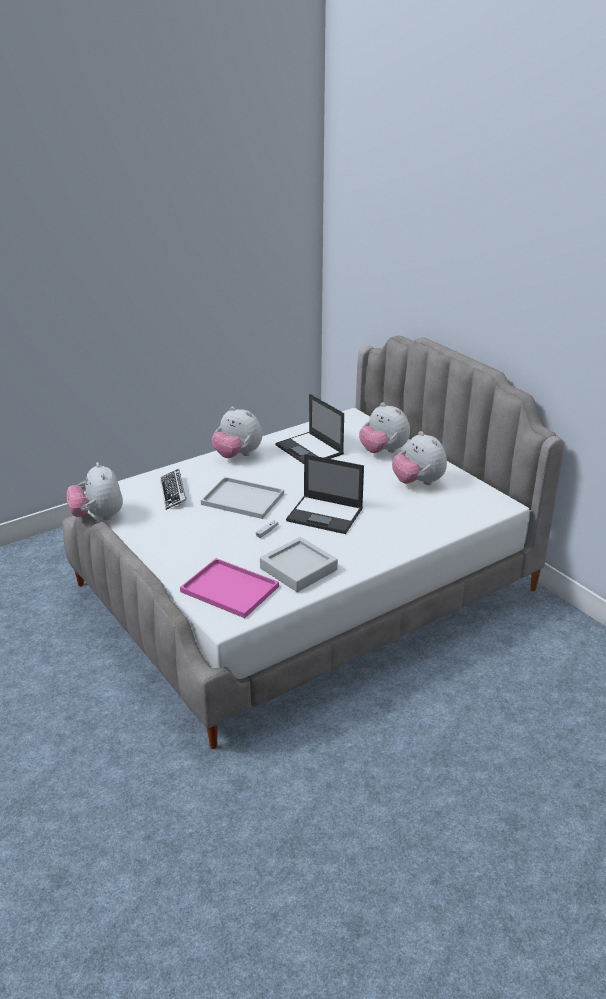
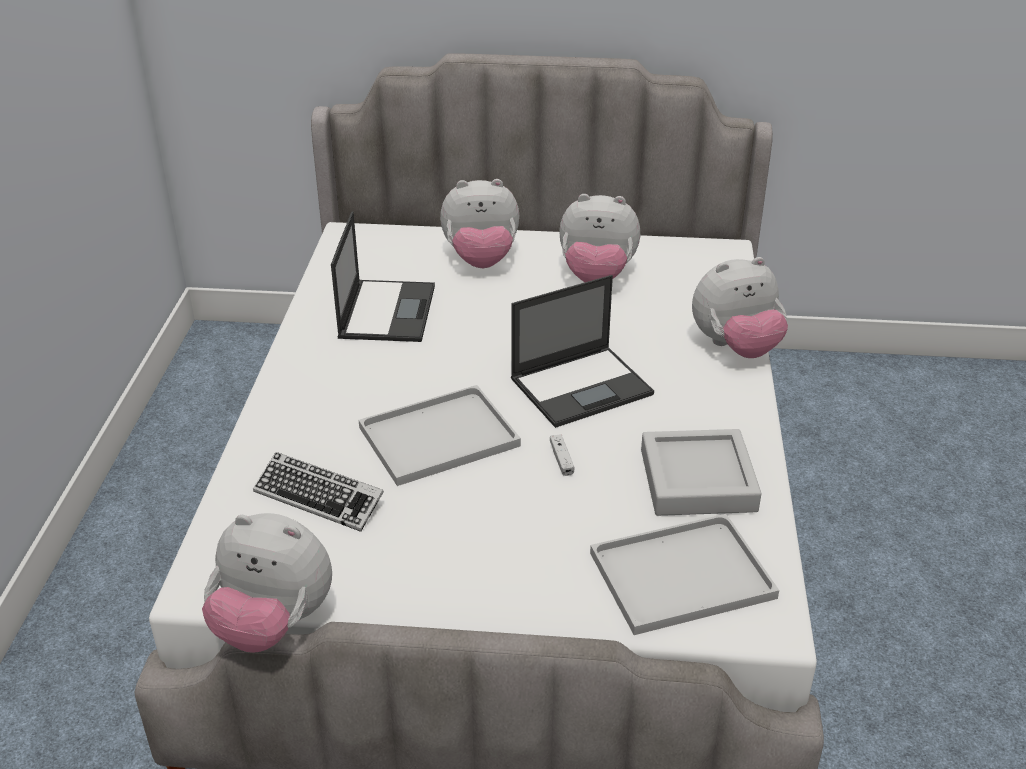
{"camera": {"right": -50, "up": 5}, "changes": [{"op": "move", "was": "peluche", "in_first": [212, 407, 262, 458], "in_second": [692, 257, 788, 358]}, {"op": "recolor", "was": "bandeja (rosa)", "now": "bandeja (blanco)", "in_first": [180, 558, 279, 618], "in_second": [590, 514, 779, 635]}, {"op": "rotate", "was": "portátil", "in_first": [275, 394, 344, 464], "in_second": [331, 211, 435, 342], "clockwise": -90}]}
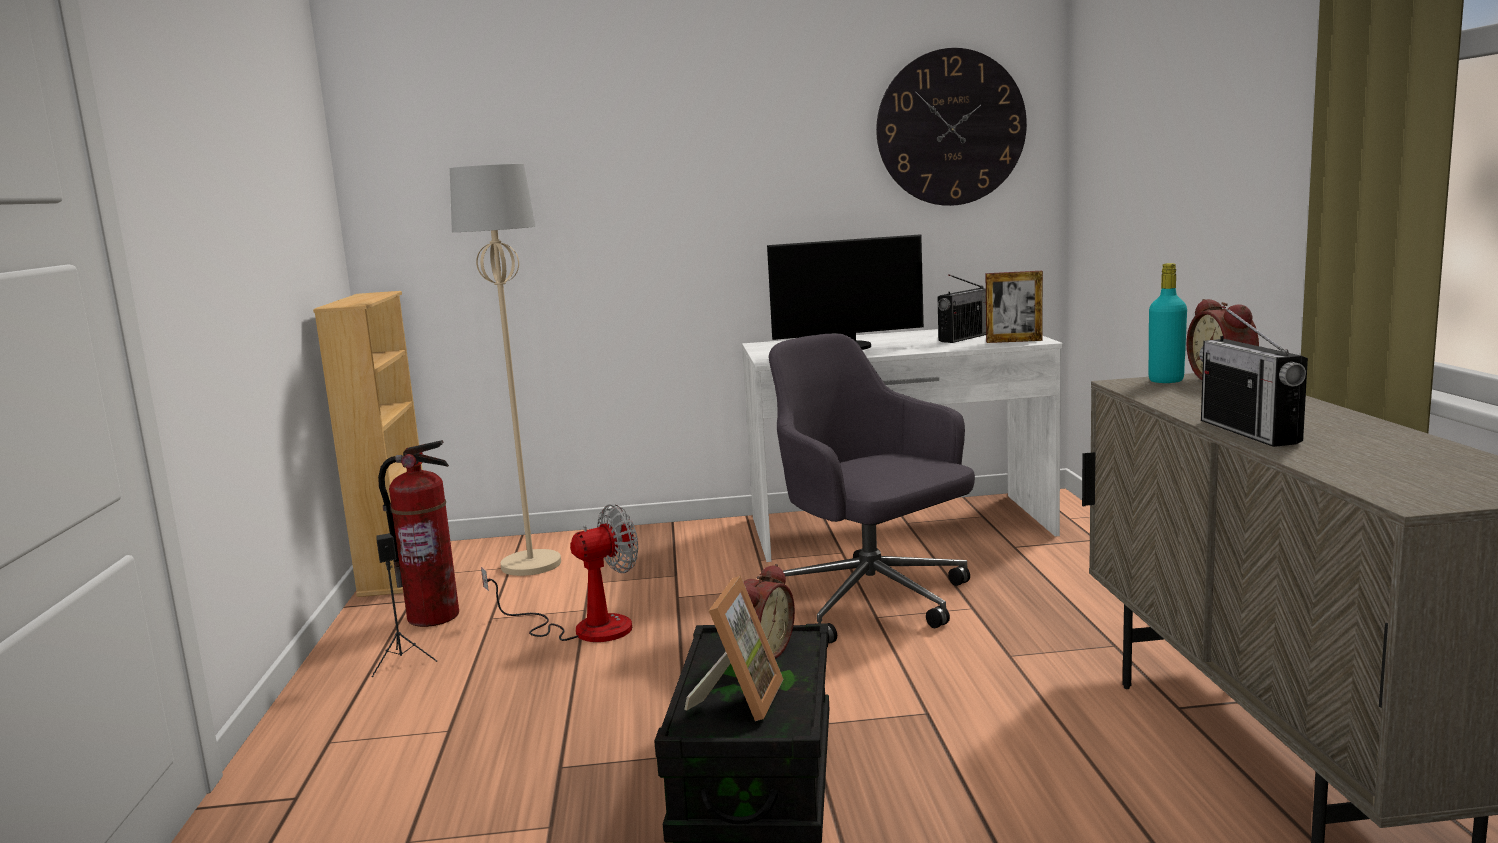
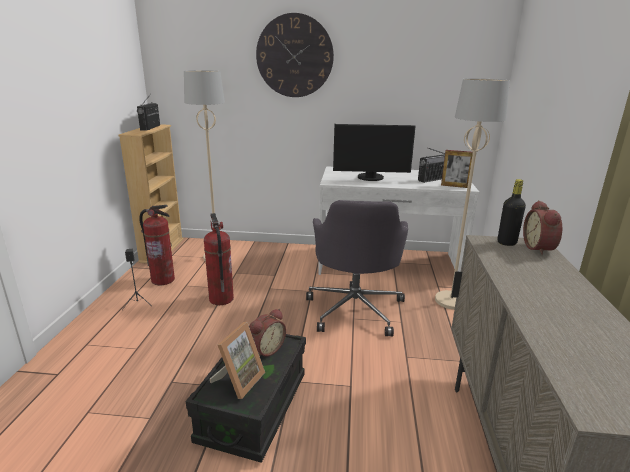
{"camera": {"right": 10, "up": 10}, "changes": [{"op": "insert", "now": "lámpara de pie (beis)", "in_second": [435, 79, 510, 310]}, {"op": "move", "was": "reloj de pared", "in_first": [876, 48, 1027, 206], "in_second": [256, 13, 334, 97]}, {"op": "move", "was": "radio", "in_first": [1199, 306, 1308, 447], "in_second": [137, 95, 160, 131]}, {"op": "replace", "was": "ventilador", "now": "extintor", "in_first": [481, 504, 638, 642], "in_second": [204, 213, 234, 305]}, {"op": "recolor", "was": "botella (turquesa)", "now": "botella (negro)", "in_first": [1149, 263, 1187, 383], "in_second": [497, 179, 526, 246]}, {"op": "rotate", "was": "silla de oficina (gris)", "in_first": [769, 334, 975, 643], "in_second": [306, 200, 408, 337], "clockwise": -150}]}
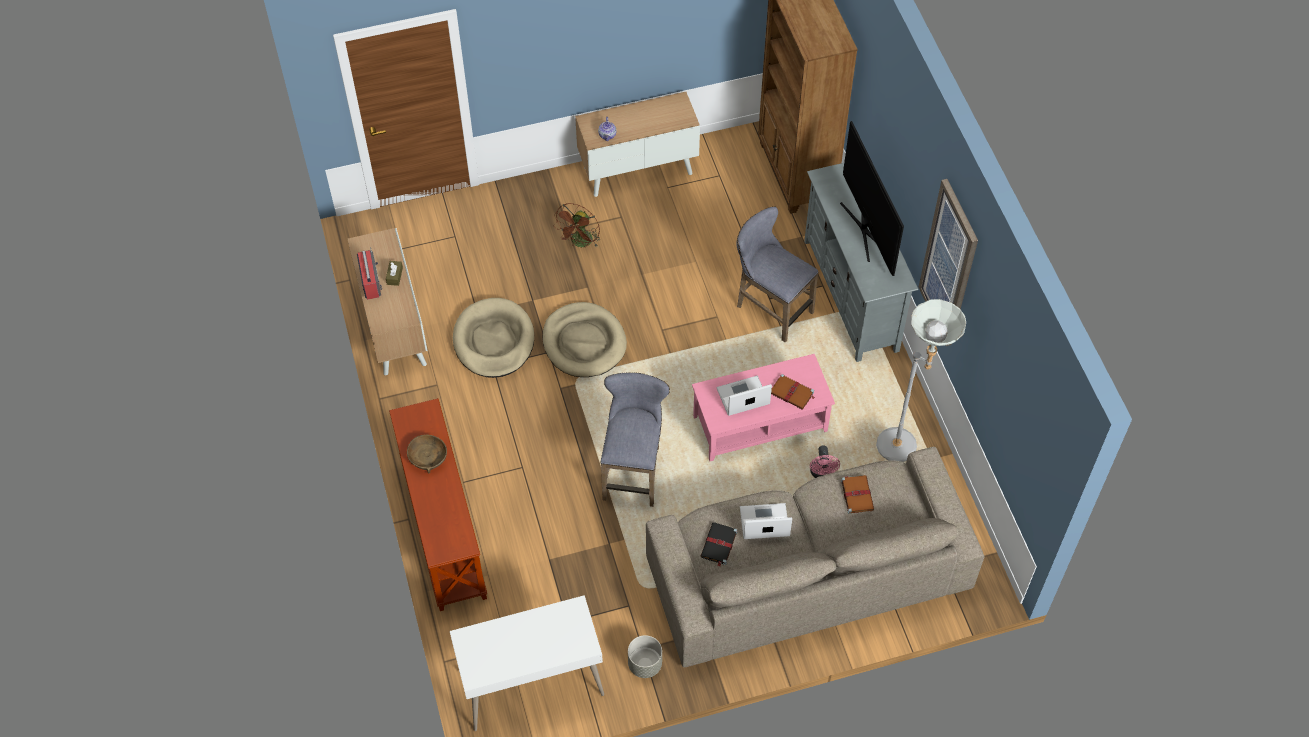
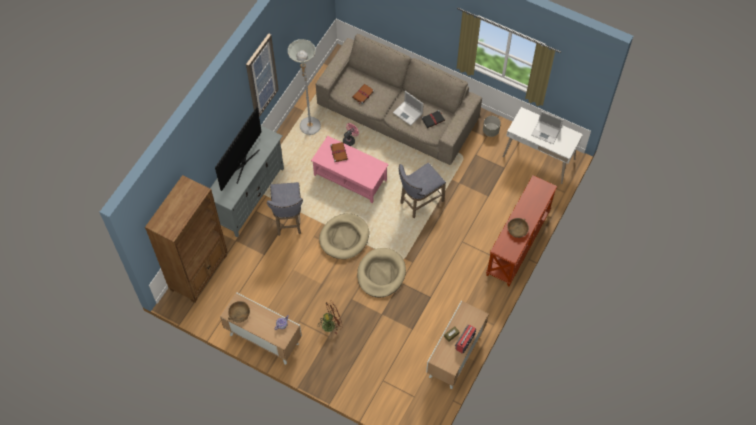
{"camera": {"right": -135, "up": 5}, "changes": [{"op": "insert", "now": "cuenco (marrón)", "in_second": [228, 301, 250, 323]}, {"op": "move", "was": "cama para perro (beis)", "in_first": [453, 298, 534, 378], "in_second": [319, 213, 369, 259]}, {"op": "move", "was": "portátil", "in_first": [717, 376, 772, 416], "in_second": [532, 111, 563, 144]}]}
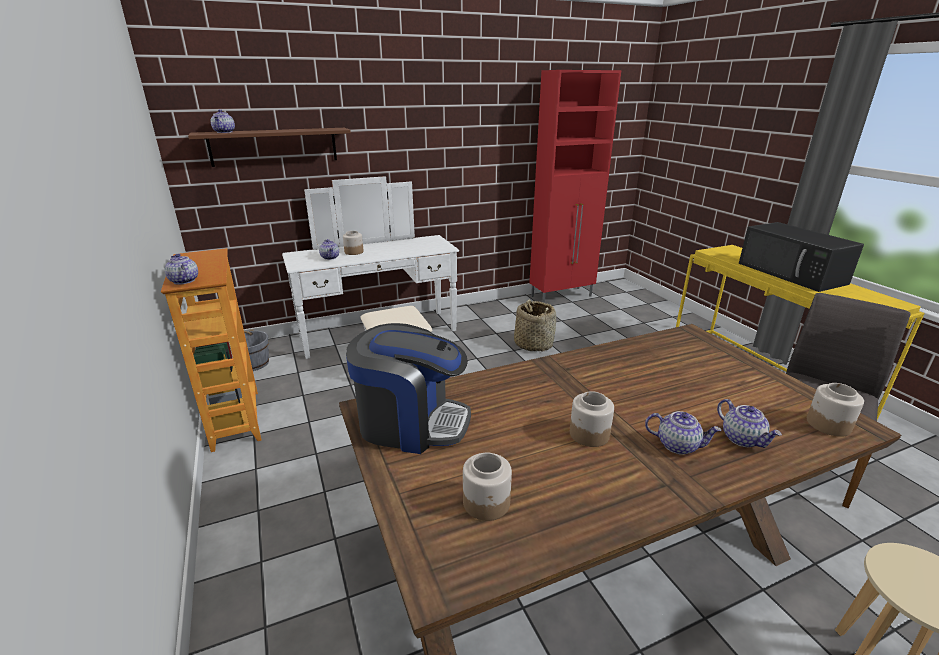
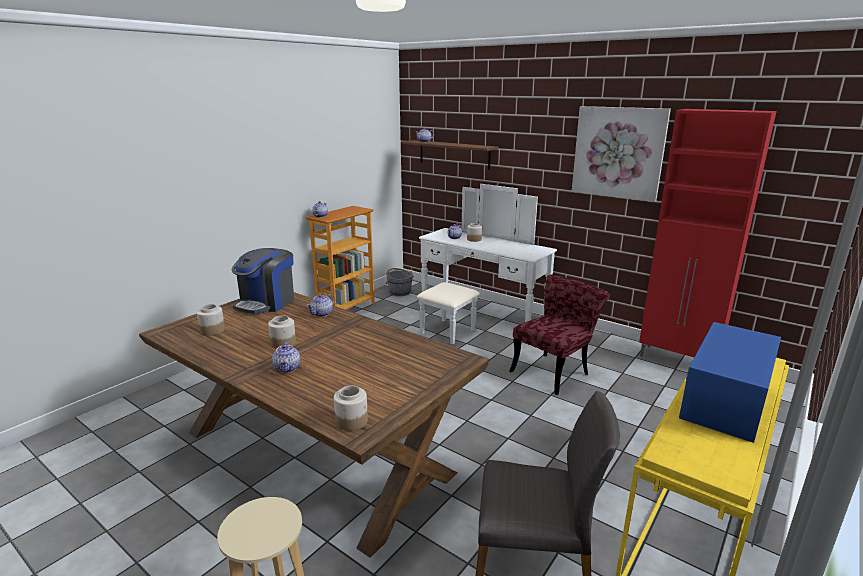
{"camera": {"right": 60, "up": -5}, "changes": [{"op": "insert", "now": "cuadro", "in_second": [571, 106, 671, 202]}, {"op": "move", "was": "tetera", "in_first": [717, 399, 782, 448], "in_second": [307, 293, 335, 317]}, {"op": "replace", "was": "cesta", "now": "silla (rojo)", "in_first": [514, 300, 556, 352], "in_second": [509, 275, 610, 395]}, {"op": "recolor", "was": "microondas (negro)", "now": "microondas (azul)", "in_first": [739, 222, 864, 292], "in_second": [679, 322, 781, 443]}, {"op": "rotate", "was": "cafetera", "in_first": [346, 323, 471, 454], "in_second": [231, 248, 294, 315], "clockwise": 45}]}
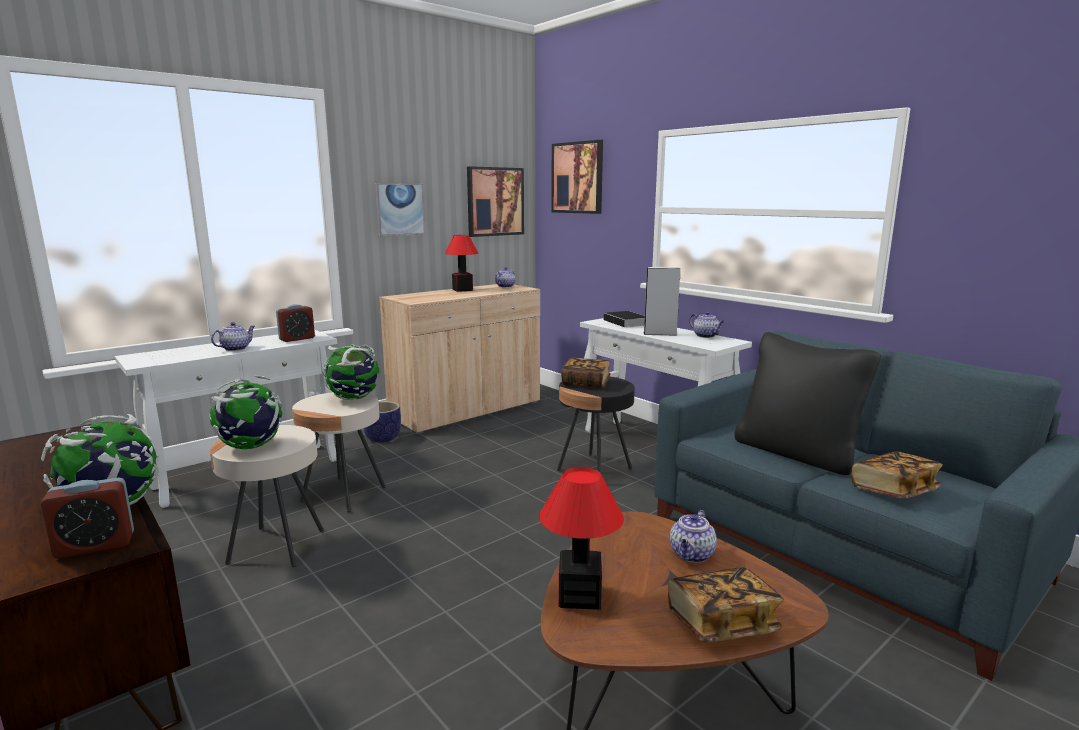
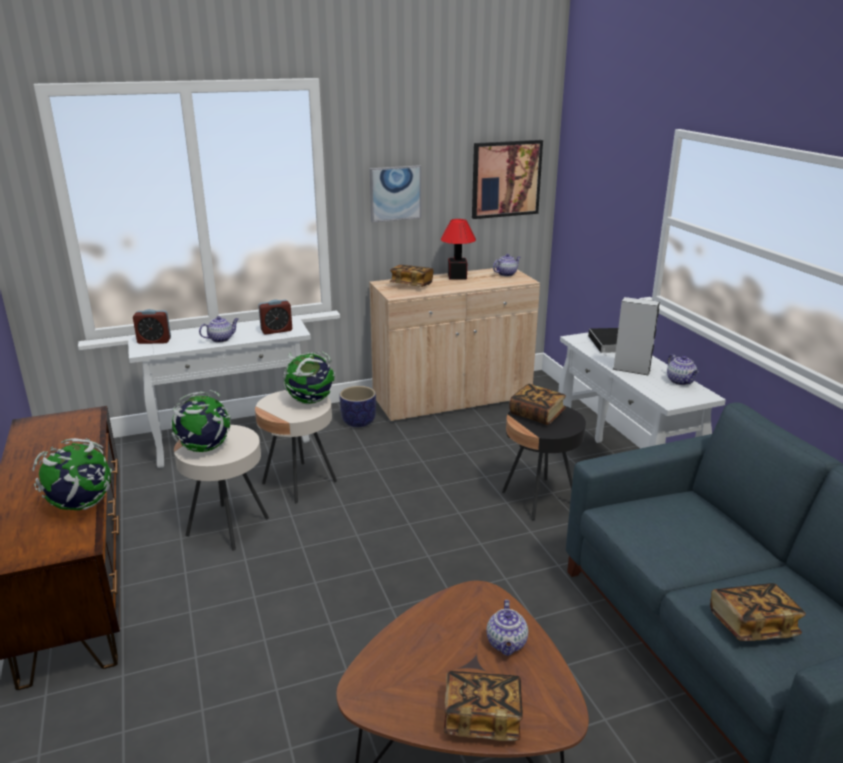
{"camera": {"right": 20, "up": 10}, "changes": [{"op": "delete", "was": "lámpara de mesa", "in_first": [539, 467, 624, 610]}, {"op": "delete", "was": "cuadro", "in_first": [551, 140, 603, 214]}, {"op": "delete", "was": "cojín (negro)", "in_first": [734, 332, 881, 475]}, {"op": "insert", "now": "libro", "in_second": [390, 265, 433, 287]}, {"op": "move", "was": "despertador", "in_first": [40, 477, 134, 558], "in_second": [133, 309, 171, 344]}, {"op": "rotate", "was": "tetera", "in_first": [670, 510, 717, 563], "in_second": [486, 600, 528, 656], "clockwise": -45}]}
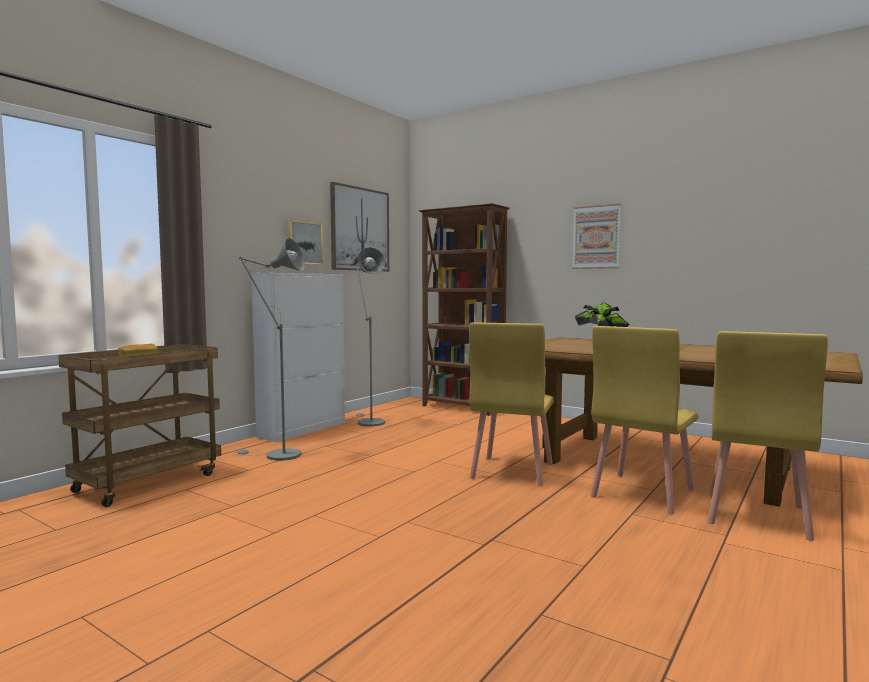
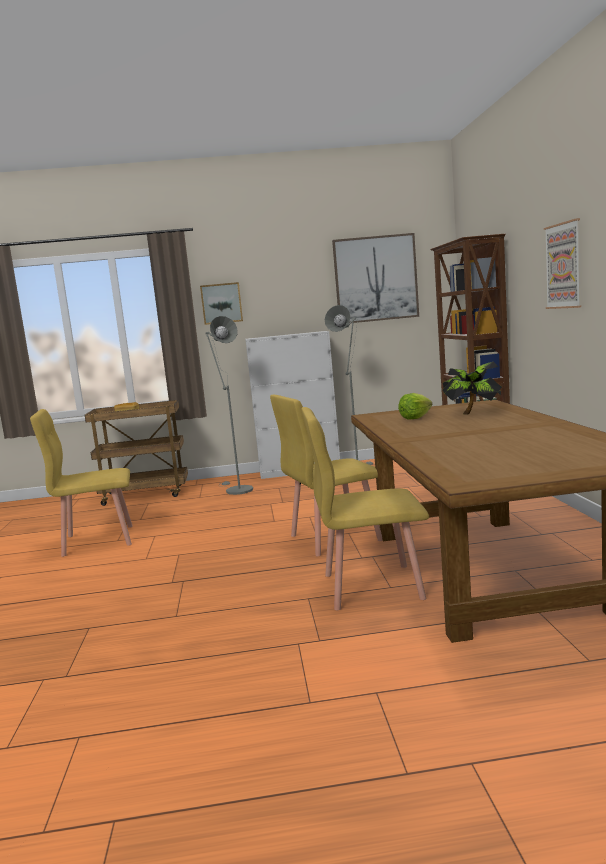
{"camera": {"right": 50, "up": 5}, "changes": [{"op": "insert", "now": "lechuga", "in_second": [398, 393, 432, 420]}, {"op": "move", "was": "cuadro", "in_first": [287, 220, 323, 265], "in_second": [200, 282, 243, 325]}, {"op": "move", "was": "silla (amarillo)", "in_first": [707, 331, 828, 541], "in_second": [30, 409, 133, 557]}]}
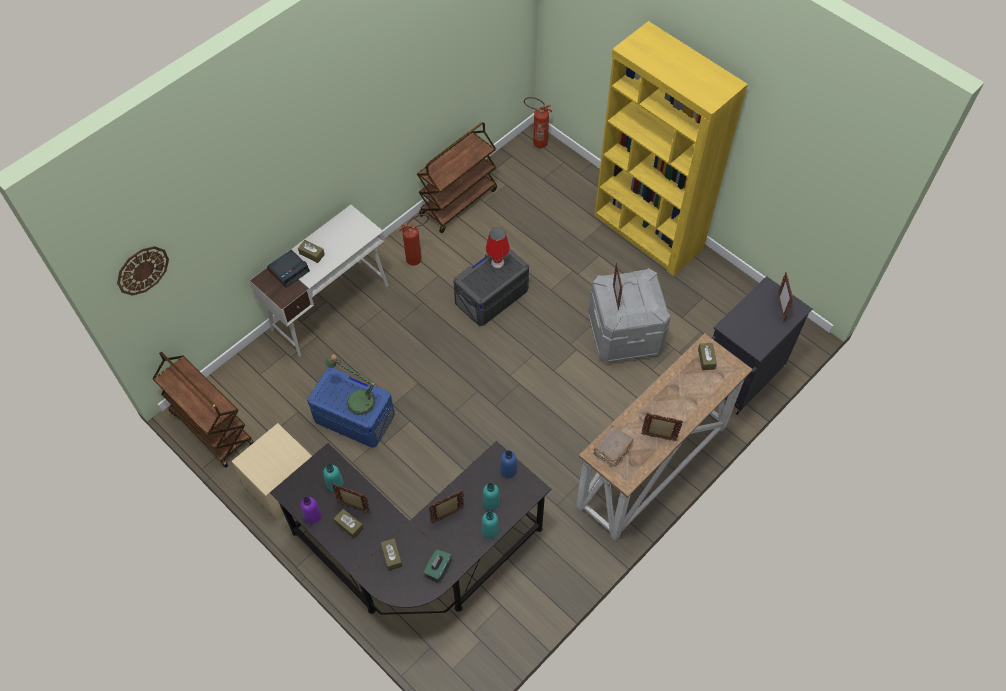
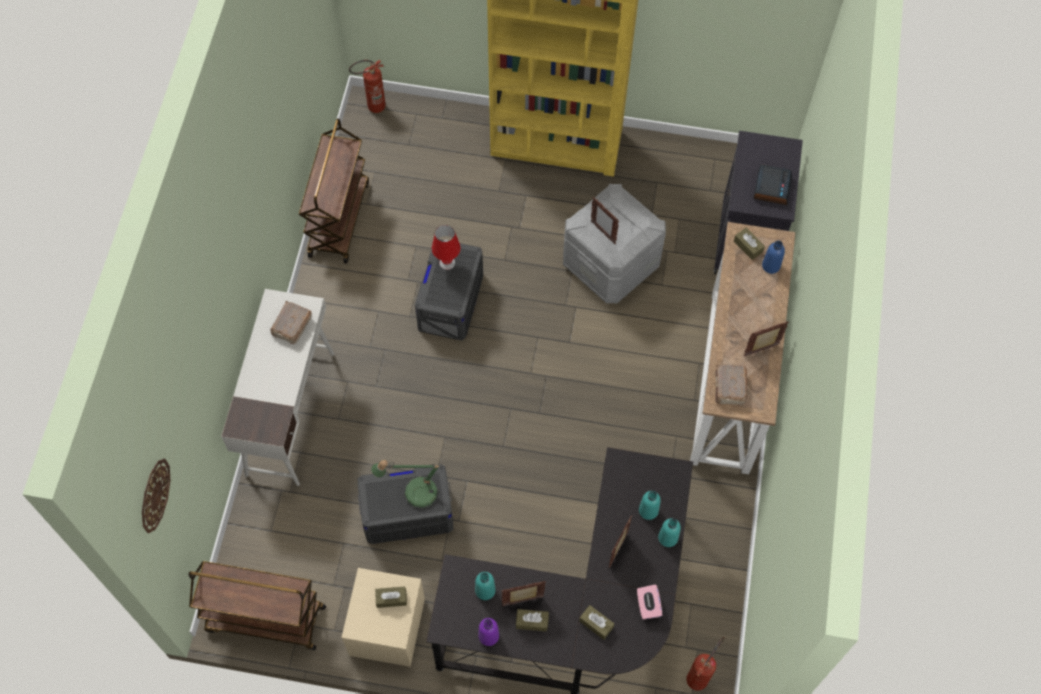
{"camera": {"right": -35, "up": 5}, "changes": [{"op": "delete", "was": "portarretratos", "in_first": [777, 272, 793, 322]}, {"op": "insert", "now": "libro (marrón)", "in_second": [270, 301, 312, 344]}, {"op": "move", "was": "despertador", "in_first": [267, 249, 310, 288], "in_second": [753, 164, 792, 205]}, {"op": "move", "was": "caja de pañuelos (marrón)", "in_first": [298, 240, 325, 263], "in_second": [375, 586, 407, 608]}, {"op": "move", "was": "extintor", "in_first": [399, 214, 429, 266], "in_second": [686, 637, 724, 691]}, {"op": "move", "was": "botella (azul)", "in_first": [500, 450, 517, 478], "in_second": [762, 241, 785, 274]}, {"op": "recolor", "was": "caja de almacenaje (azul)", "now": "caja de almacenaje (gris)", "in_first": [307, 368, 395, 448], "in_second": [357, 464, 453, 544]}, {"op": "recolor", "was": "caja de pañuelos (verde)", "now": "caja de pañuelos (rosa)", "in_first": [424, 549, 452, 581], "in_second": [637, 584, 662, 619]}]}
